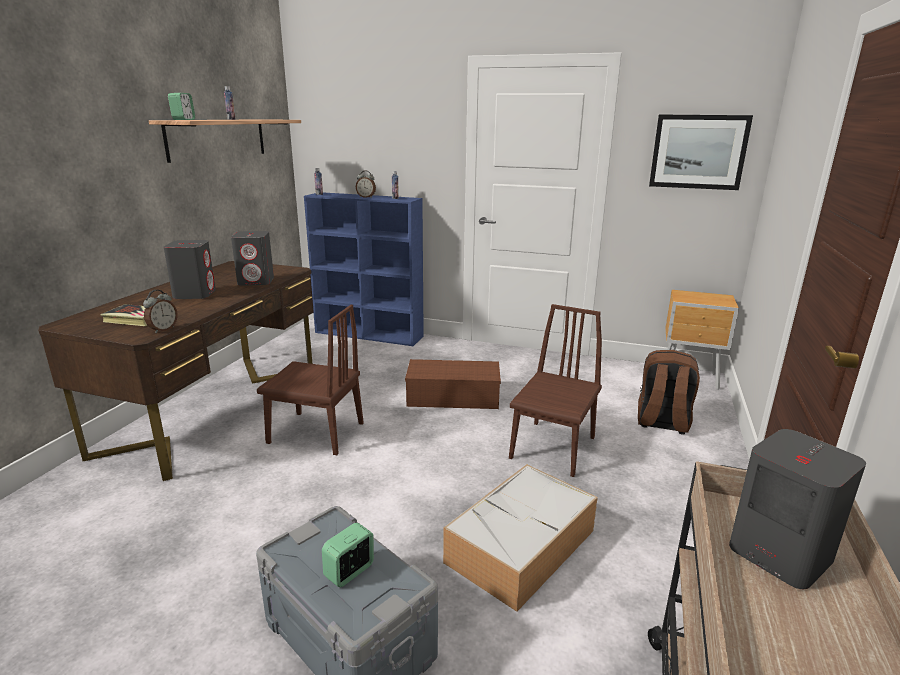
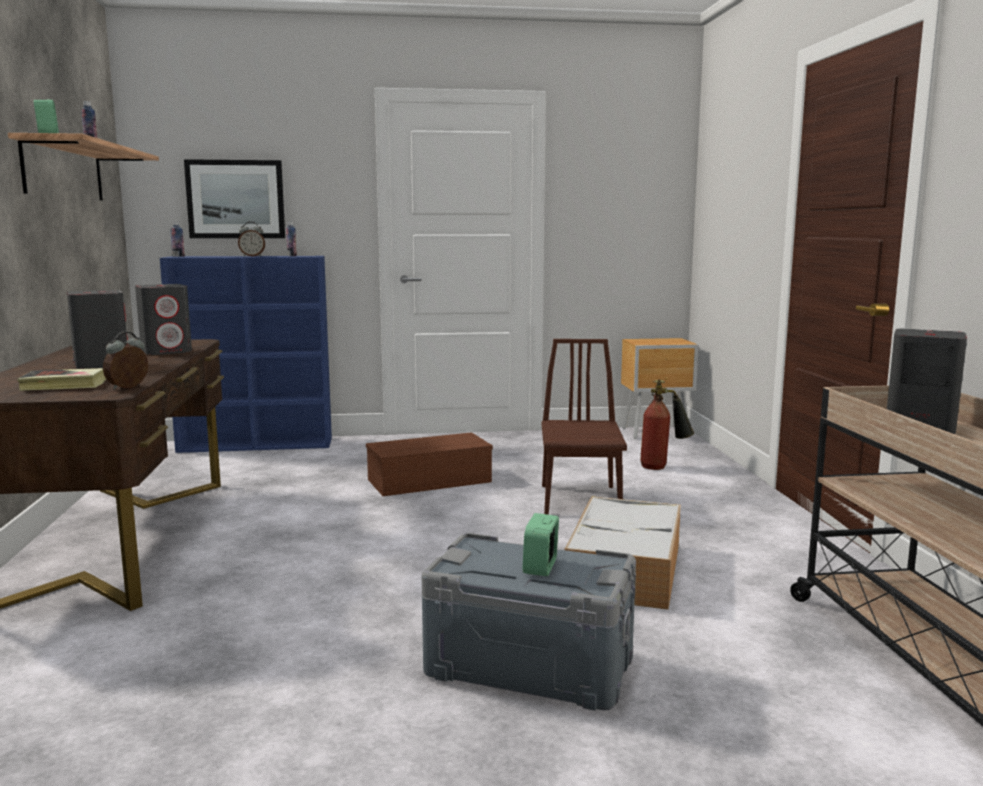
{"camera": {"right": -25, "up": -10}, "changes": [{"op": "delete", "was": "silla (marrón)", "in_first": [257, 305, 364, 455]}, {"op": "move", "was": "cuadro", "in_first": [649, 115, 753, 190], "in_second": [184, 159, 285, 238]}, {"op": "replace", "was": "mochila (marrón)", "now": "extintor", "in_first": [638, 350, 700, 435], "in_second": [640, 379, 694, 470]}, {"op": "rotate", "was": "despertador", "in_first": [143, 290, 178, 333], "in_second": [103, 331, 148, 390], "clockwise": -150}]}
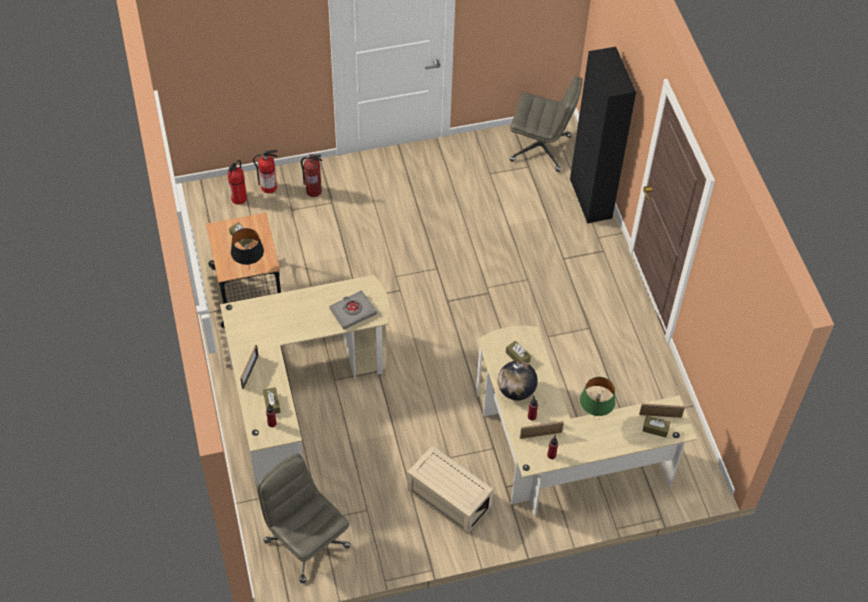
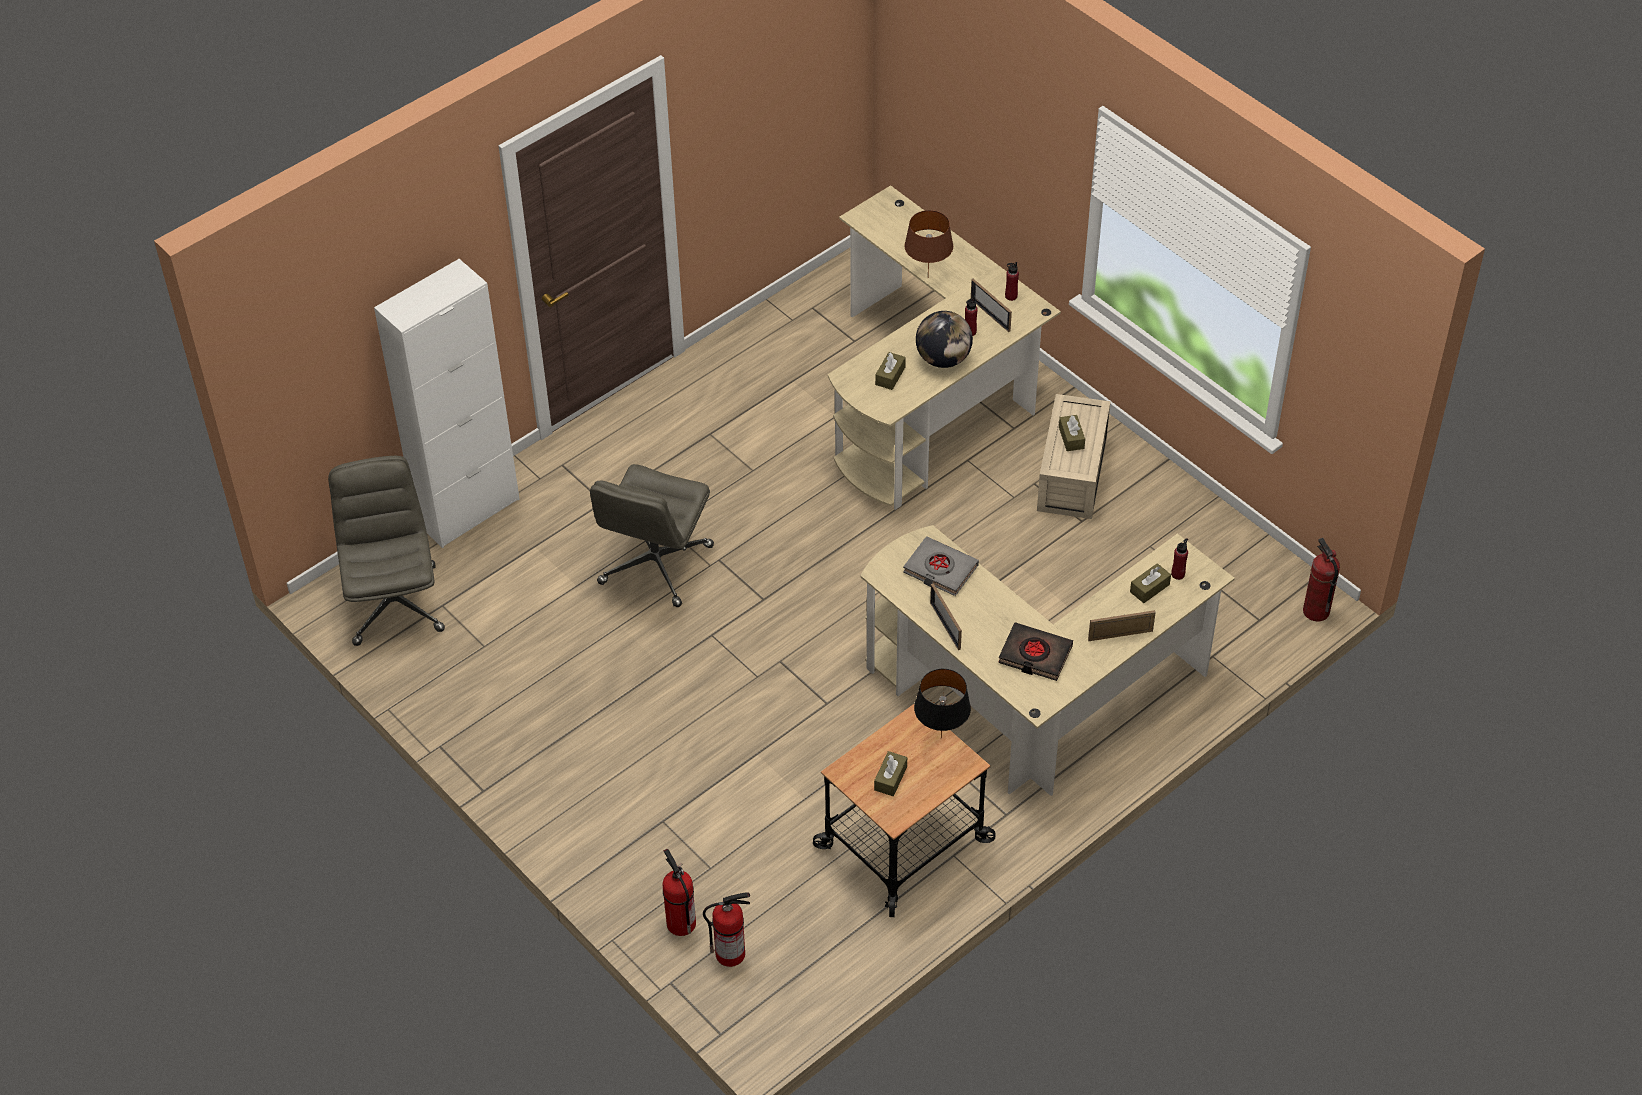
{"camera": {"right": -115, "up": -5}, "changes": [{"op": "insert", "now": "libro (negro)", "in_second": [998, 622, 1073, 681]}, {"op": "move", "was": "silla de oficina (gris)", "in_first": [257, 453, 351, 583], "in_second": [590, 464, 714, 607]}, {"op": "move", "was": "extintor", "in_first": [301, 154, 322, 197], "in_second": [1303, 538, 1340, 621]}, {"op": "move", "was": "portarretratos", "in_first": [639, 403, 685, 418], "in_second": [930, 583, 962, 650]}, {"op": "move", "was": "caja de pañuelos (marrón)", "in_first": [643, 416, 670, 438], "in_second": [1059, 415, 1085, 451]}, {"op": "recolor", "was": "armario (negro)", "now": "armario (blanco)", "in_first": [570, 47, 636, 223], "in_second": [374, 259, 520, 548]}, {"op": "recolor", "was": "lámpara de mesa (verde)", "now": "lámpara de mesa (marrón)", "in_first": [580, 377, 616, 417], "in_second": [904, 210, 953, 274]}]}
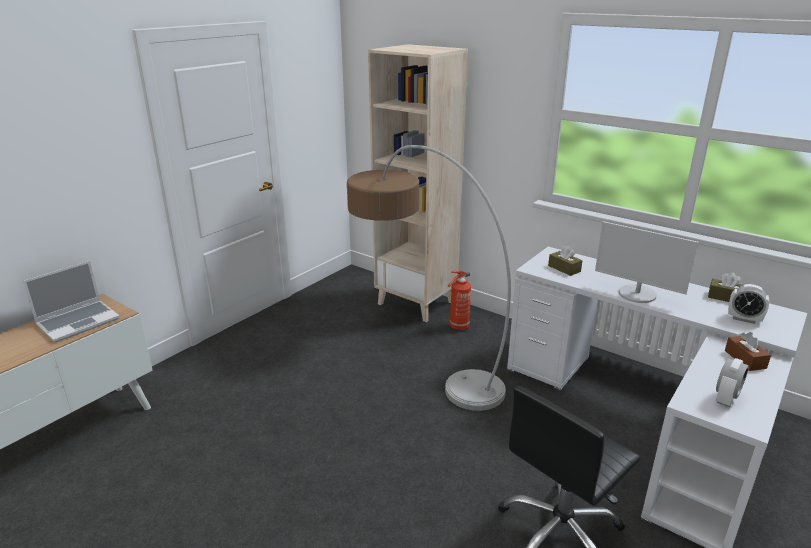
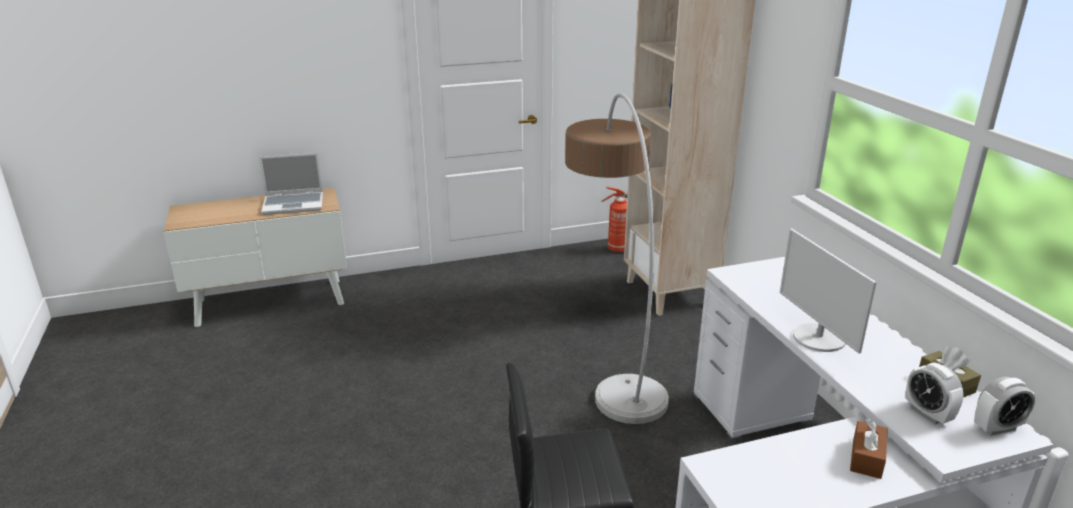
{"camera": {"right": 35, "up": 0}, "changes": [{"op": "delete", "was": "caja de pañuelos (marrón)", "in_first": [548, 245, 582, 276]}, {"op": "move", "was": "extintor", "in_first": [448, 270, 471, 330], "in_second": [601, 187, 627, 253]}, {"op": "move", "was": "despertador", "in_first": [716, 358, 749, 407], "in_second": [974, 377, 1035, 436]}]}
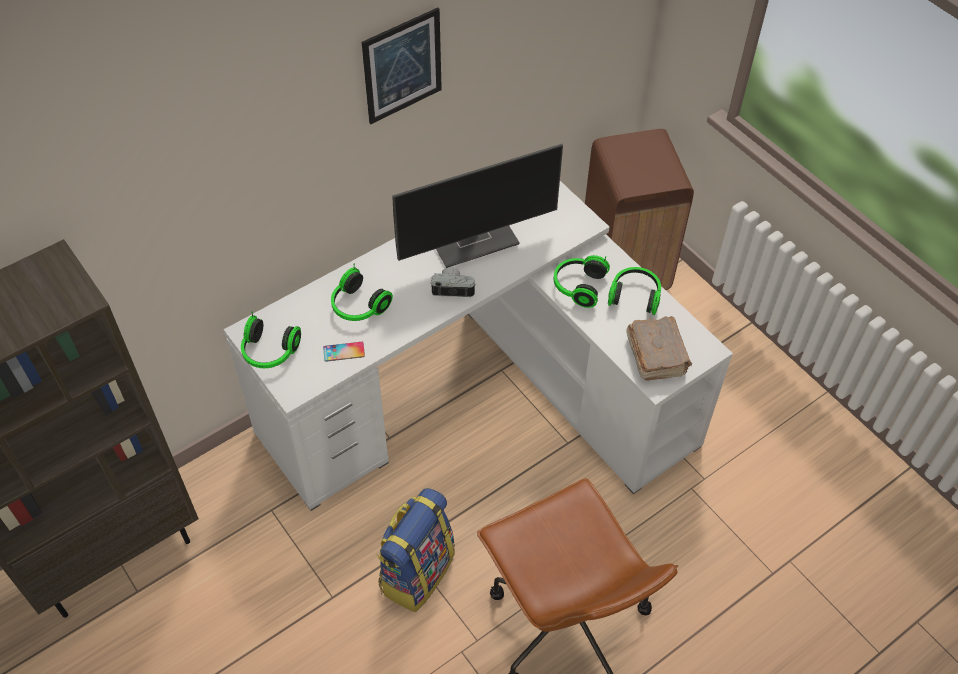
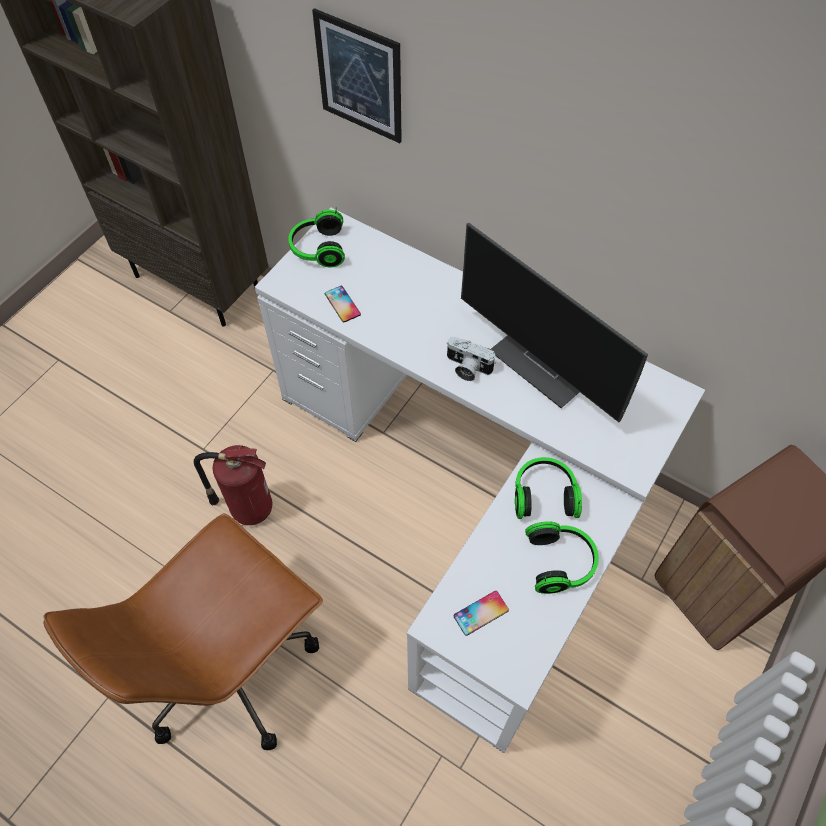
{"camera": {"right": 70, "up": 5}, "changes": [{"op": "delete", "was": "auriculares", "in_first": [331, 263, 393, 321]}, {"op": "move", "was": "cuadro", "in_first": [362, 8, 442, 124], "in_second": [312, 8, 402, 143]}, {"op": "replace", "was": "mochila", "now": "extintor", "in_first": [377, 488, 455, 612], "in_second": [194, 445, 272, 525]}, {"op": "replace", "was": "libro (marrón)", "now": "móvil", "in_first": [626, 316, 692, 381], "in_second": [454, 591, 509, 636]}, {"op": "rotate", "was": "cámara", "in_first": [430, 267, 476, 297], "in_second": [446, 337, 496, 381], "clockwise": 135}]}
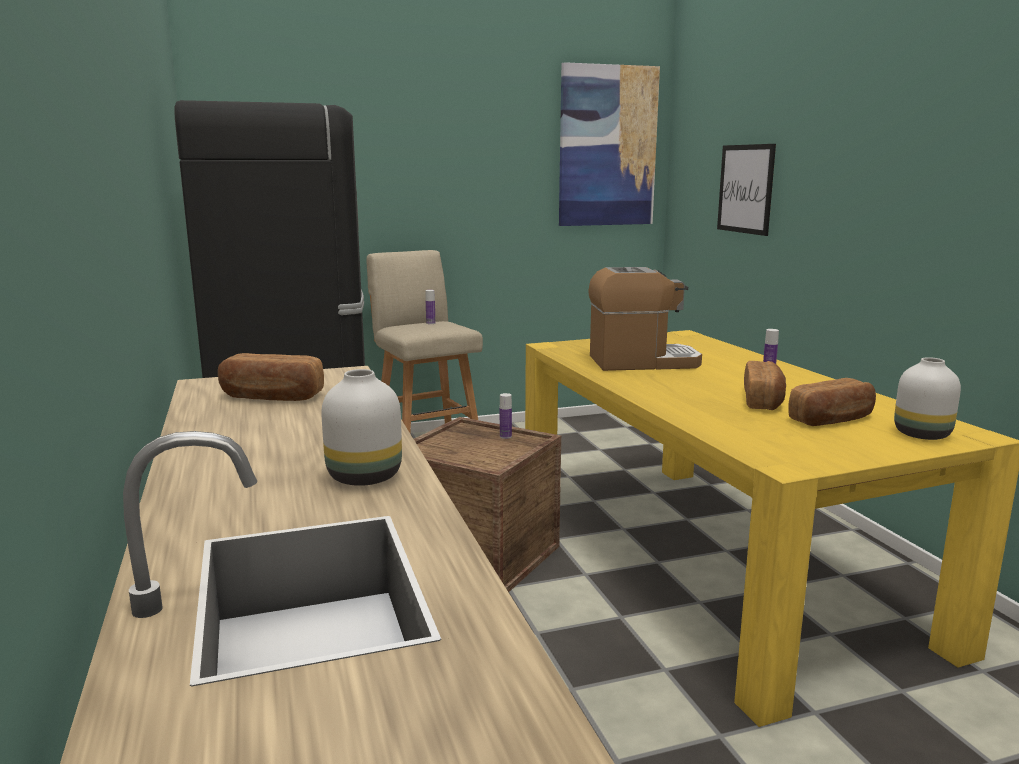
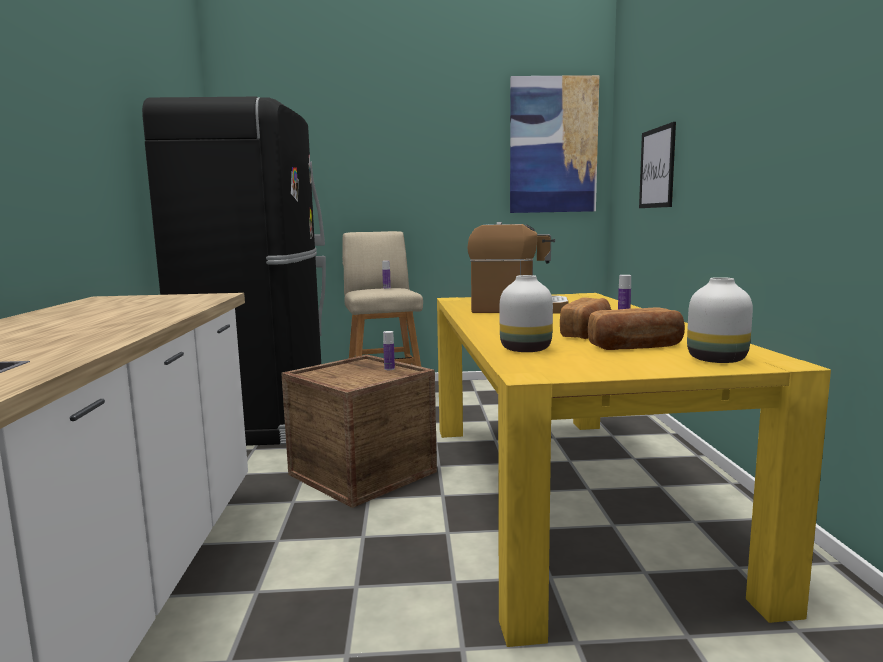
{"camera": {"right": 15, "up": -5}, "changes": [{"op": "delete", "was": "pan", "in_first": [218, 353, 324, 401]}, {"op": "move", "was": "florero (blanco)", "in_first": [321, 369, 402, 486], "in_second": [500, 275, 553, 352]}]}
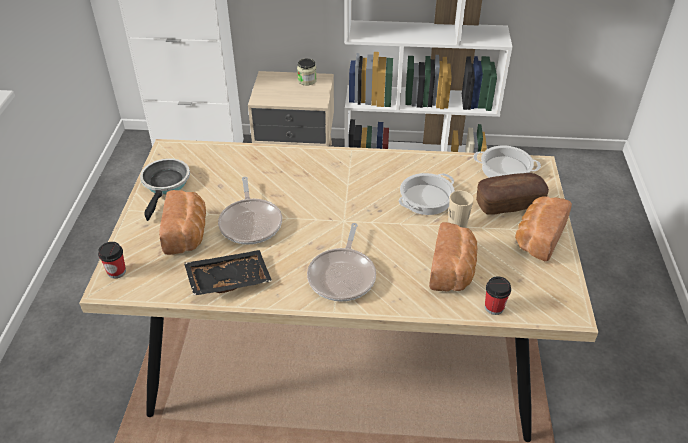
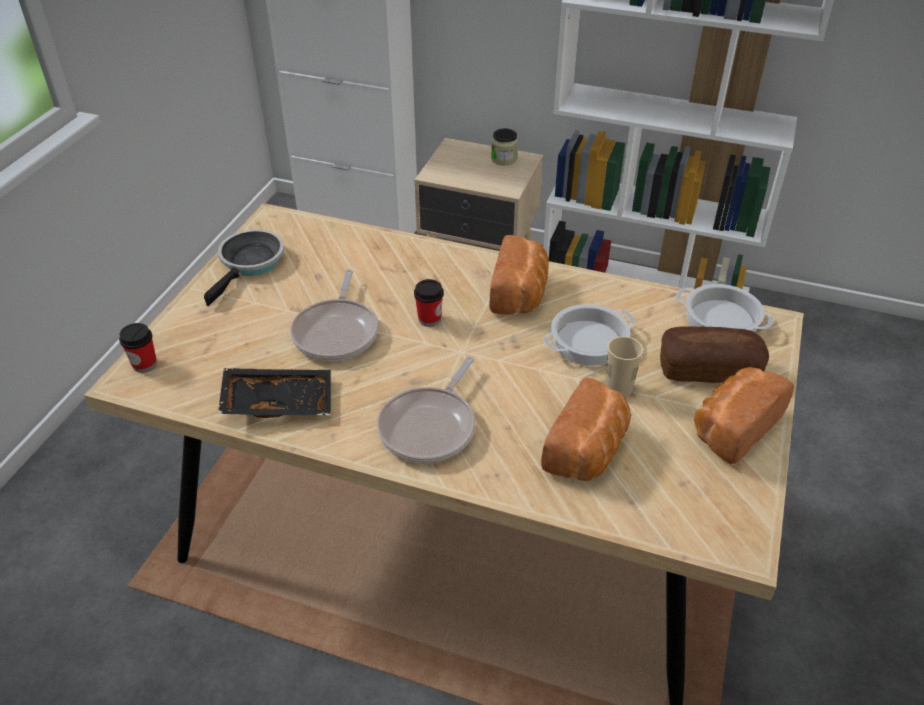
{"camera": {"right": 15, "up": 0}, "changes": [{"op": "move", "was": "pan", "in_first": [159, 190, 206, 255], "in_second": [490, 235, 549, 315]}, {"op": "move", "was": "taza", "in_first": [485, 276, 511, 315], "in_second": [414, 279, 444, 327]}]}
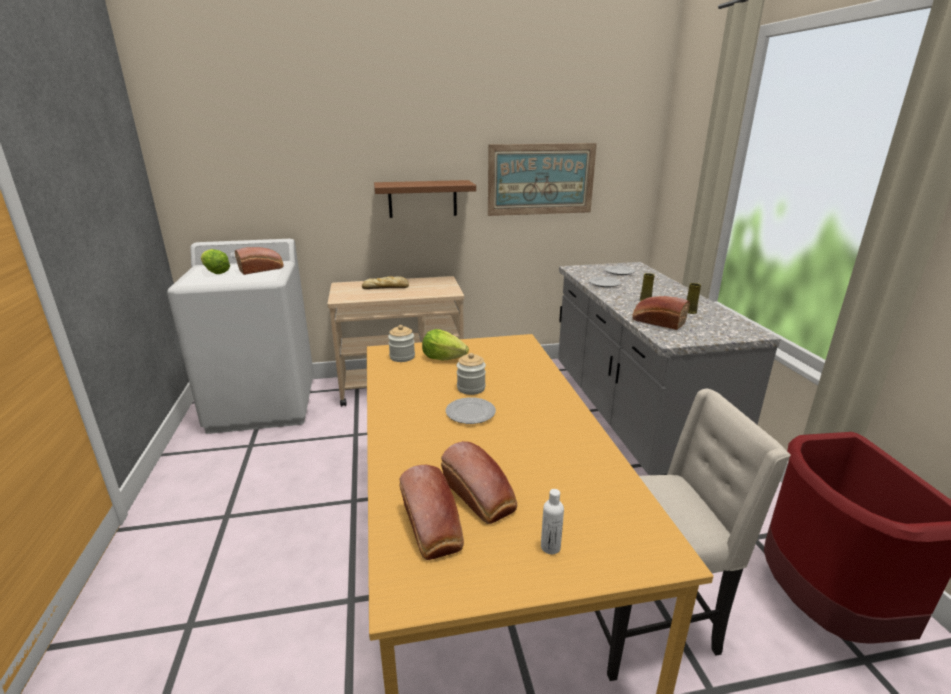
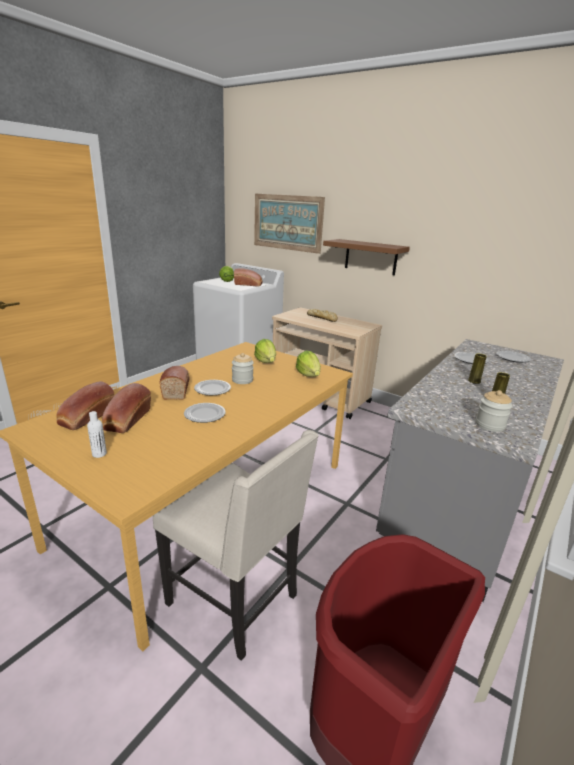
{"camera": {"right": 45, "up": 0}, "changes": [{"op": "insert", "now": "plato", "in_second": [184, 403, 226, 423]}, {"op": "insert", "now": "lechuga", "in_second": [296, 351, 321, 377]}, {"op": "move", "was": "tarro", "in_first": [388, 325, 415, 362], "in_second": [476, 390, 512, 432]}, {"op": "move", "was": "cuadro", "in_first": [488, 143, 597, 216], "in_second": [254, 194, 325, 254]}, {"op": "move", "was": "pan", "in_first": [632, 296, 690, 330], "in_second": [159, 366, 189, 400]}]}
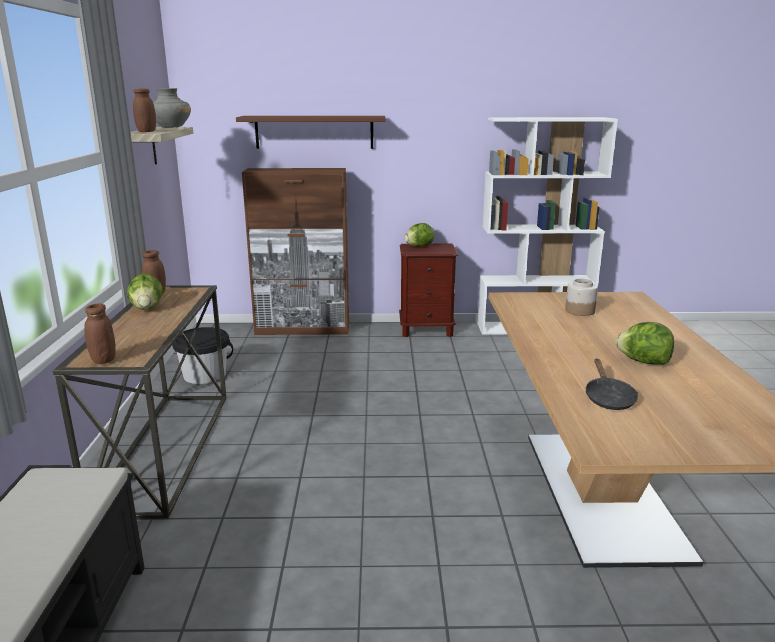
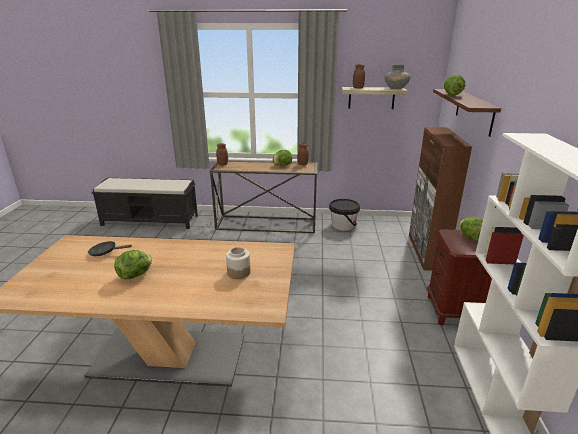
{"camera": {"right": 95, "up": 5}, "changes": [{"op": "insert", "now": "lechuga", "in_second": [444, 74, 465, 96]}]}
